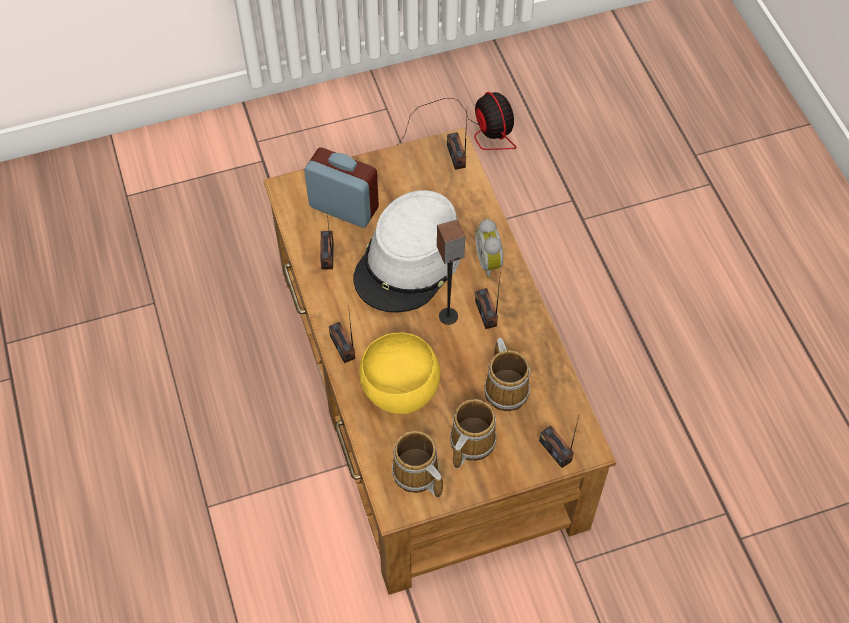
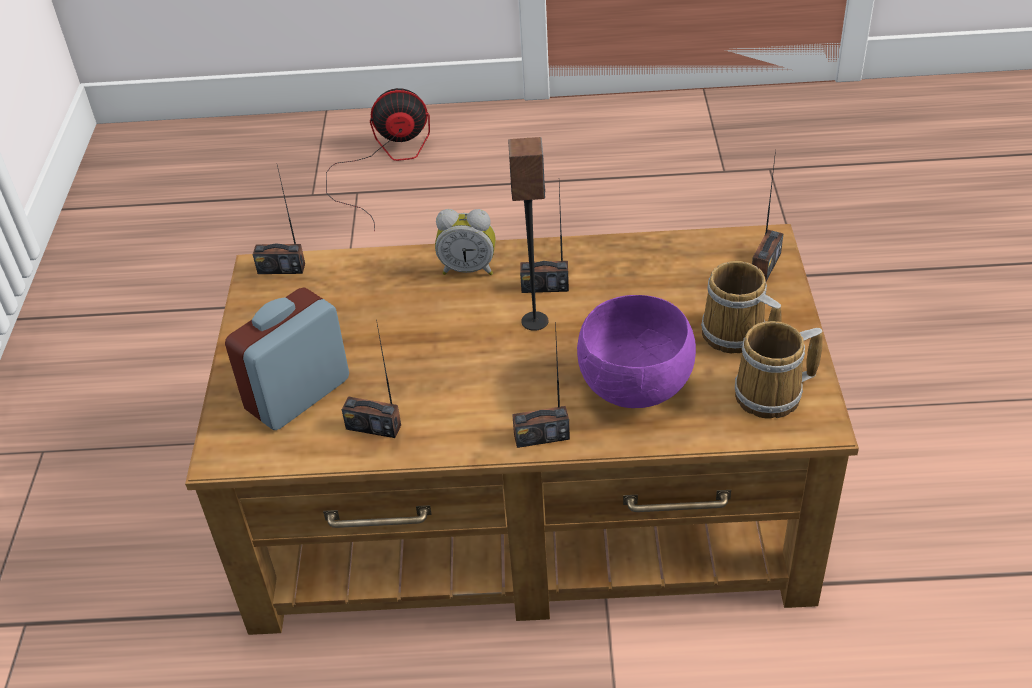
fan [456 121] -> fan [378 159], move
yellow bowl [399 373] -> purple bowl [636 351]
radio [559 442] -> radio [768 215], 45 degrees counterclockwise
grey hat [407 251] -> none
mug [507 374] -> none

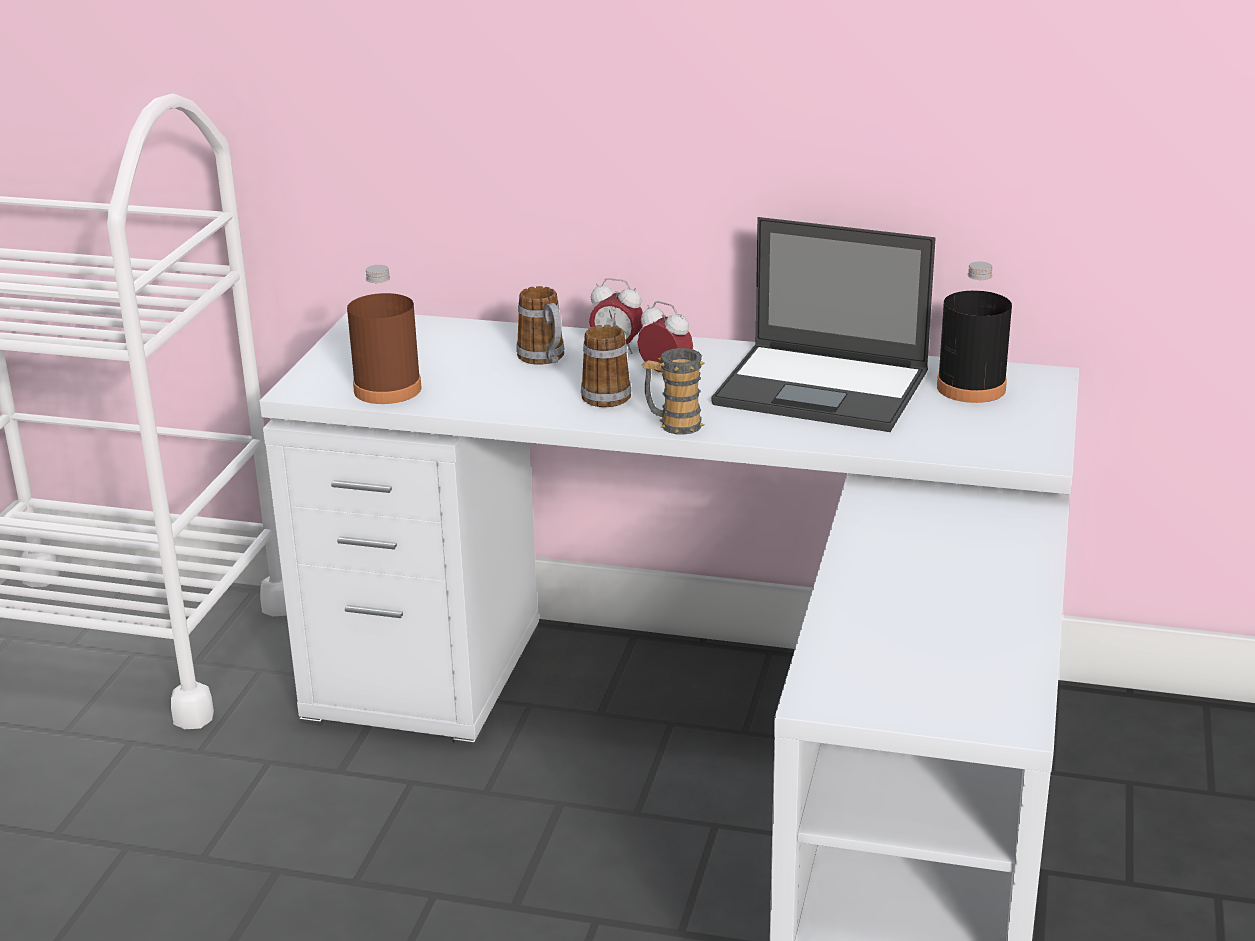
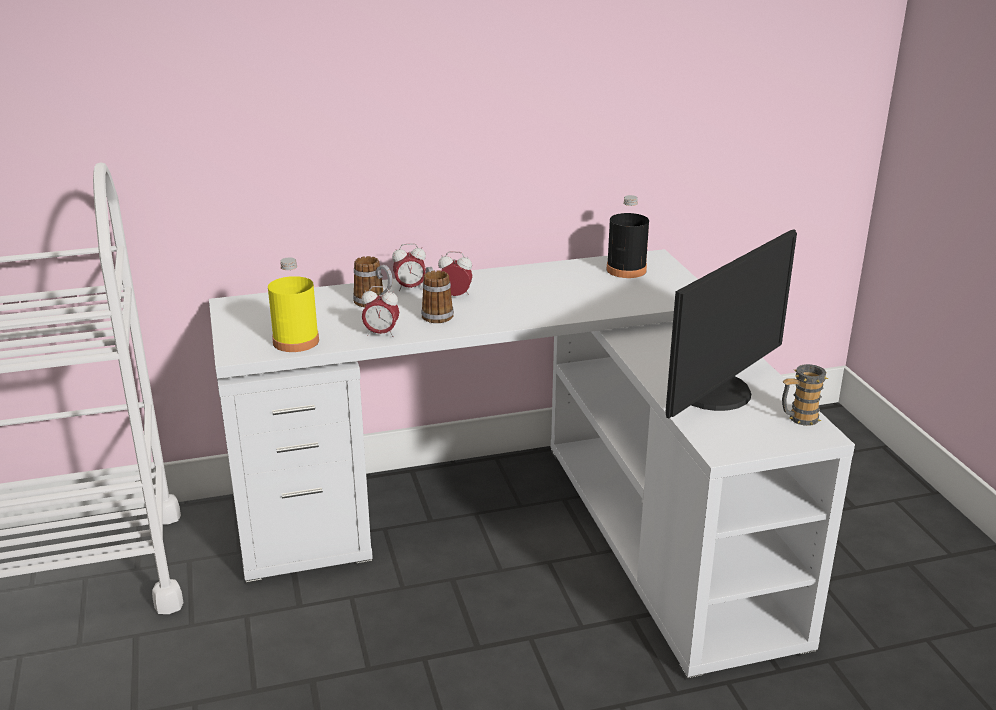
brown bottle [384 334] -> yellow bottle [293 304]
none -> alarm clock [380 311]
none -> monitor [731 323]
mug [673 391] -> mug [805 395], move
laptop [823 324] -> none

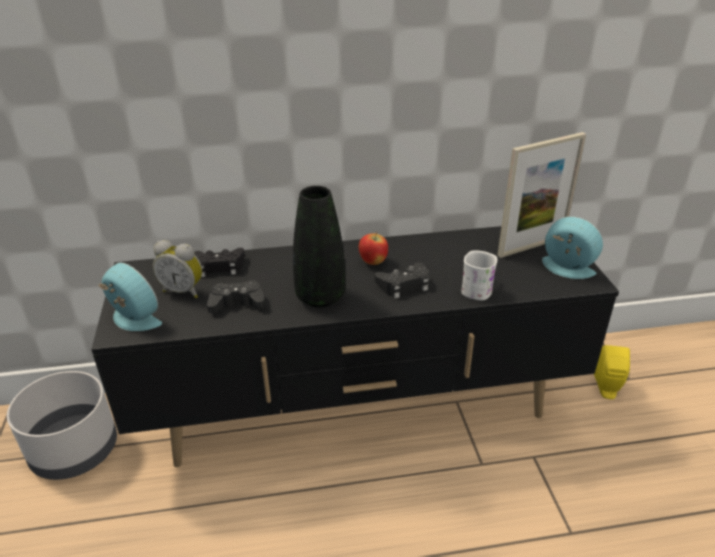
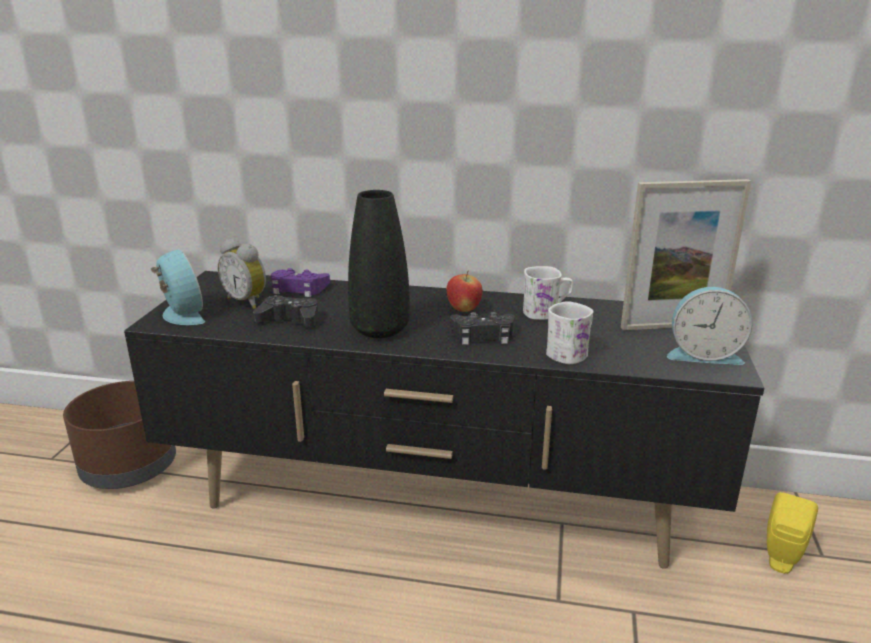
grey planter [62 425] -> brown planter [119 435]
black game controller [219 262] -> purple game controller [300 282]
none -> white mug [548 293]
alarm clock [572 248] -> alarm clock [709 326], 135 degrees clockwise

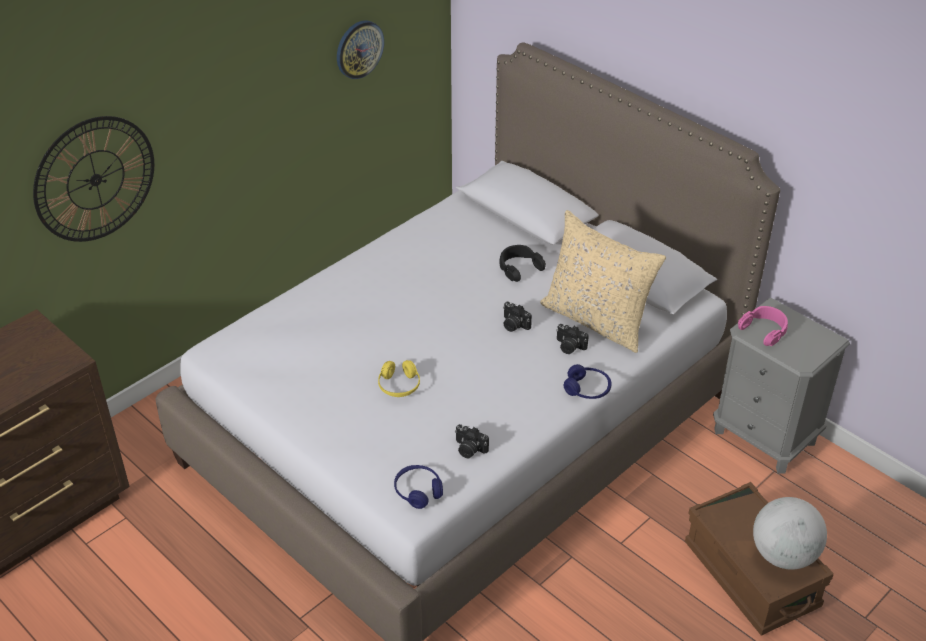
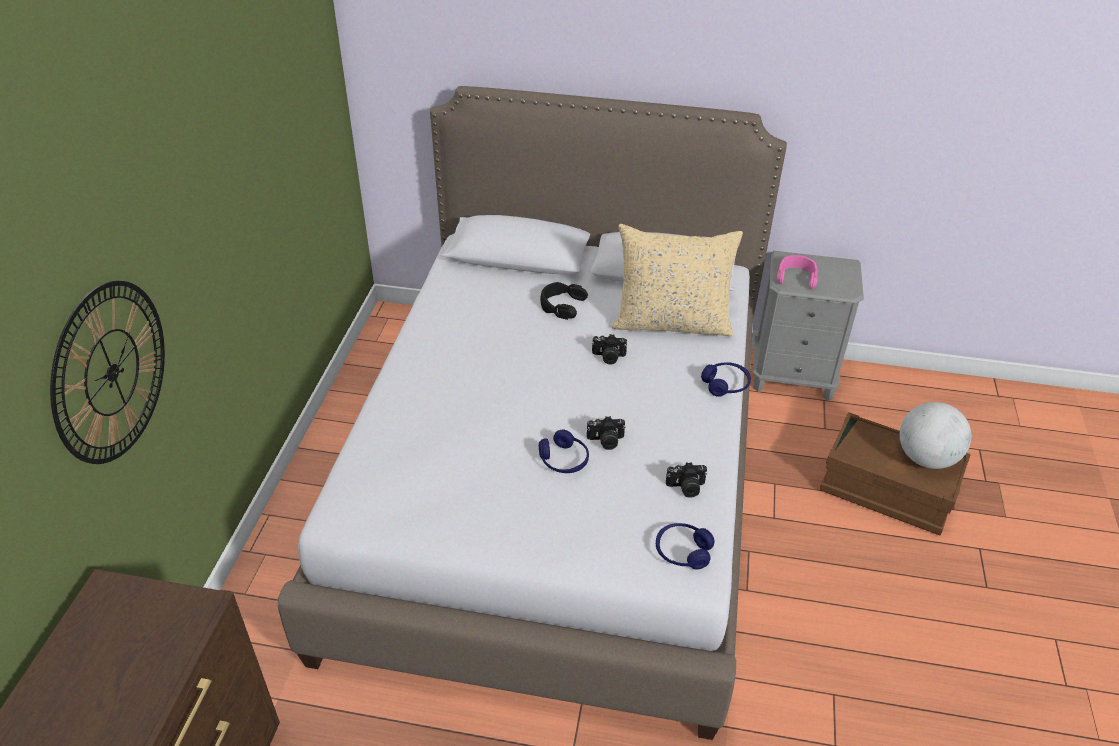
yellow headphones [399 378] -> blue headphones [564 451]
photo camera [572 339] -> photo camera [606 433], move
wall clock [360 49] -> none

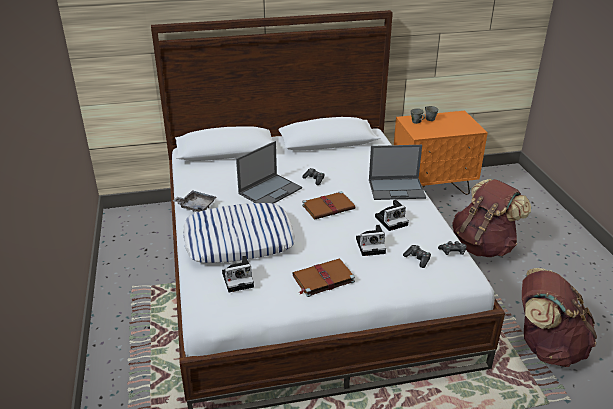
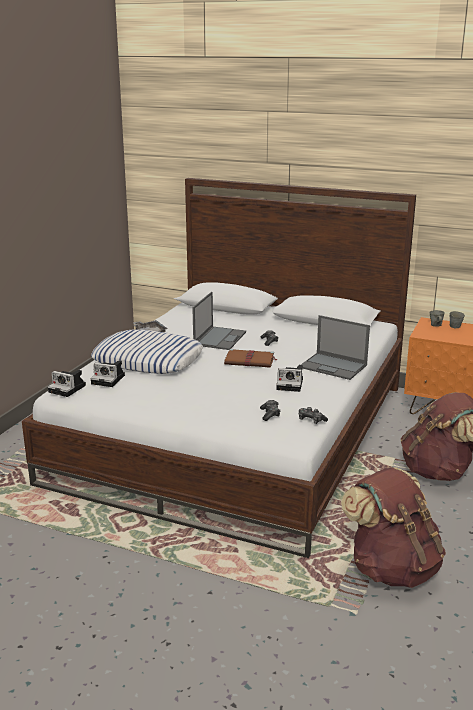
photo camera [371 240] -> photo camera [67 383], move
laptop [269 172] -> laptop [219 321], 60 degrees counterclockwise
brown book [324 278] -> none

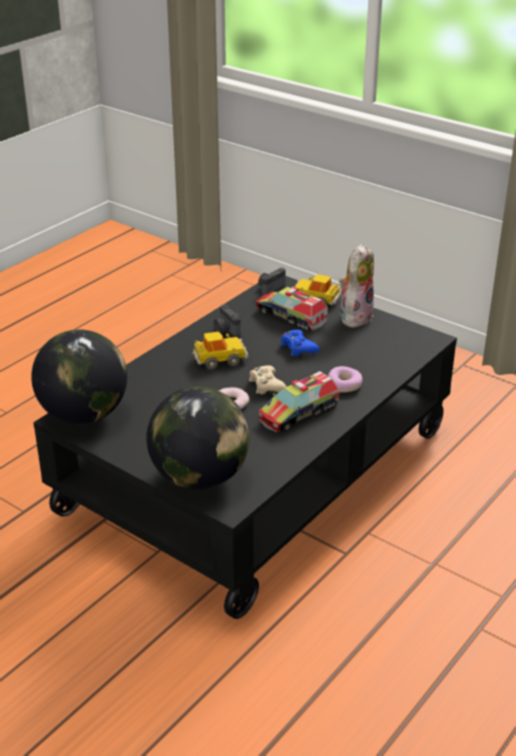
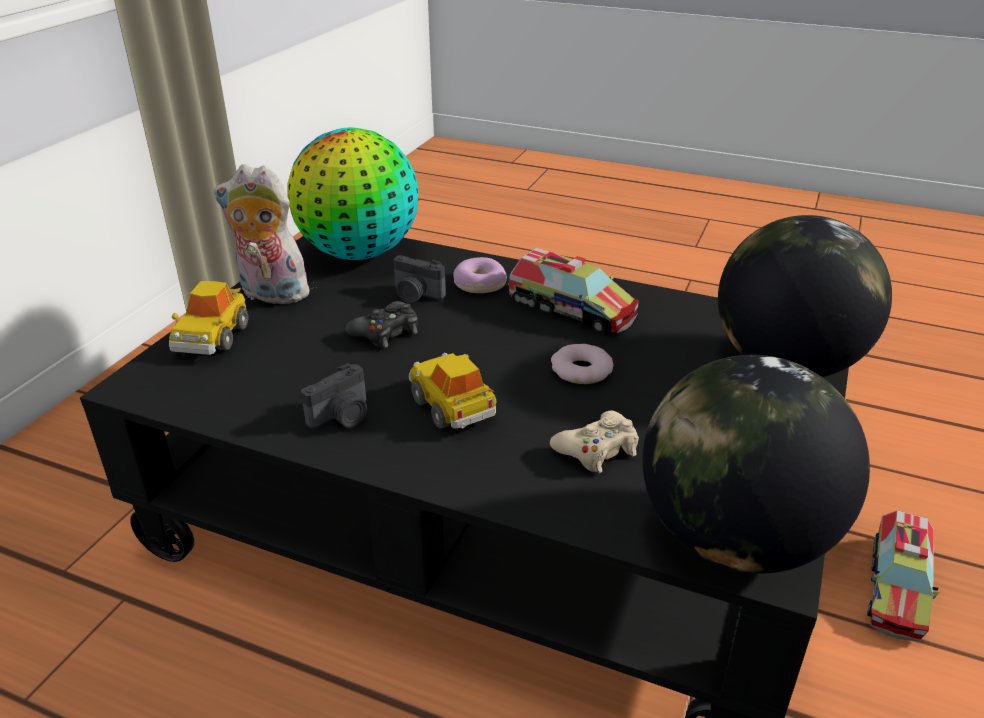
none -> globe [352 193]
blue game controller [300 342] -> black game controller [382 324]
photo camera [272 281] -> photo camera [420 279], move
beige game controller [268 379] -> beige game controller [594 442], move
toy truck [292 309] -> toy truck [903 576], move

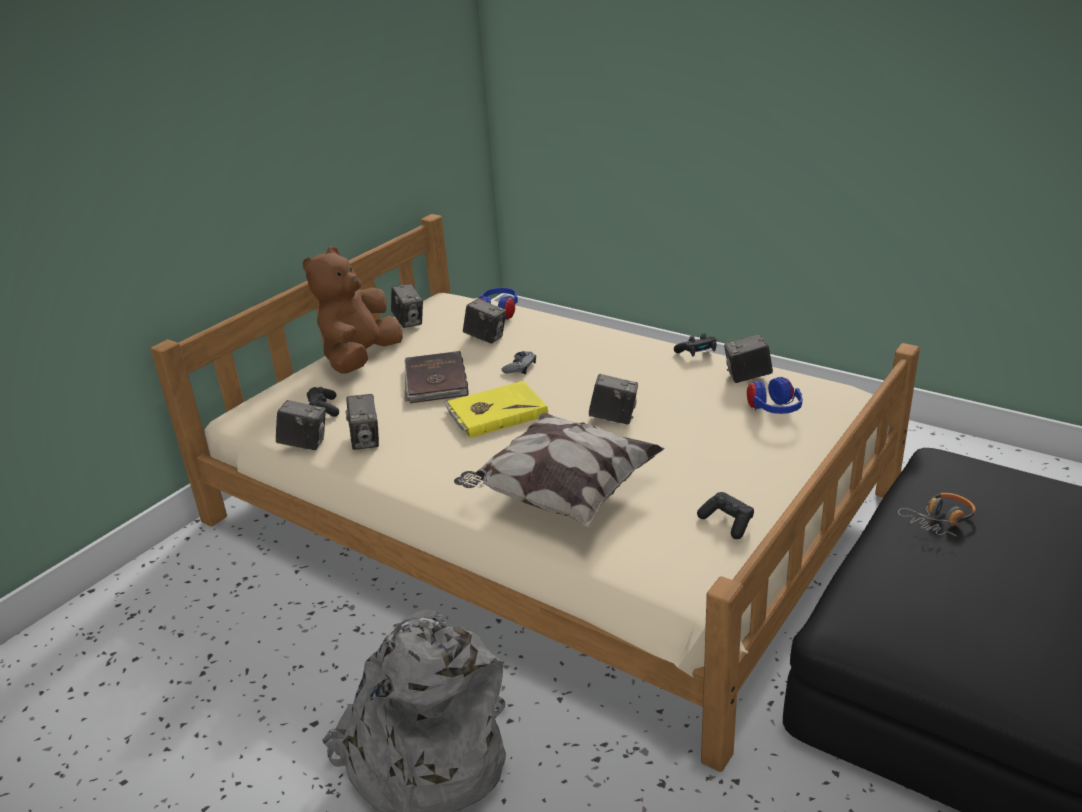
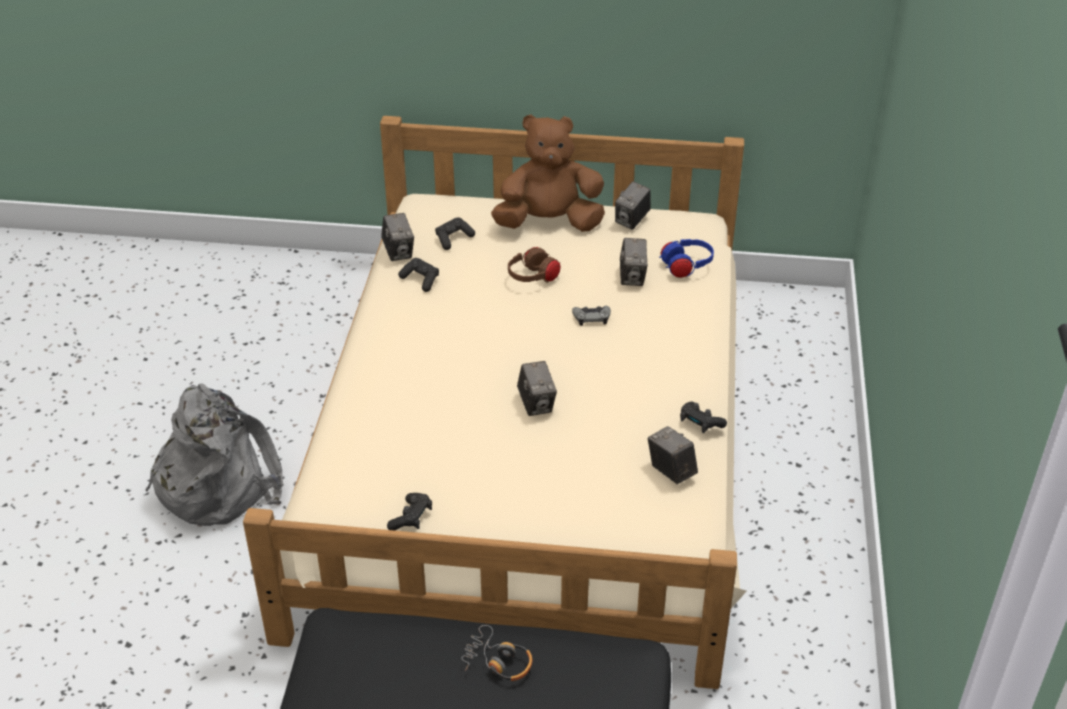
photo camera [362 422] -> black game controller [418 275]
brown book [436 377] -> brown headphones [534 265]
yellow book [496 409] -> none
pillow [559 470] -> none
blue headphones [775 395] -> none

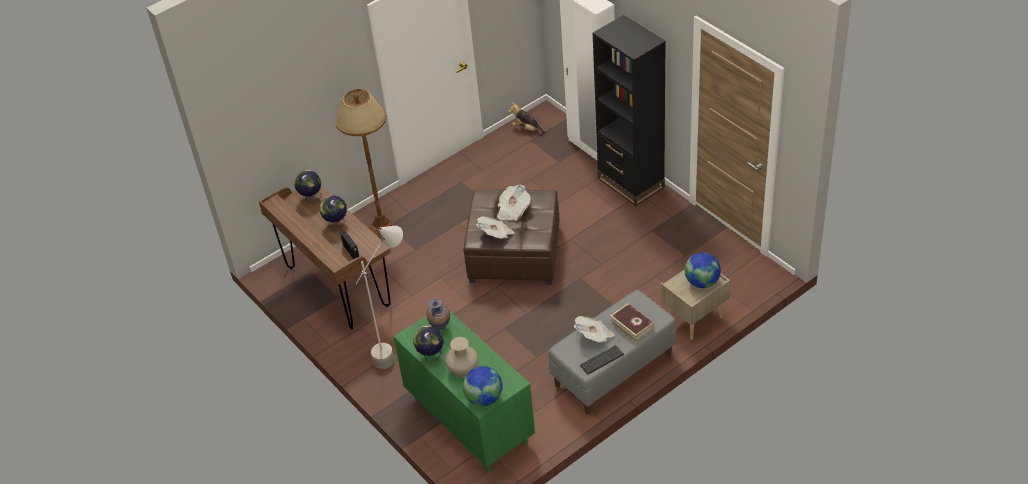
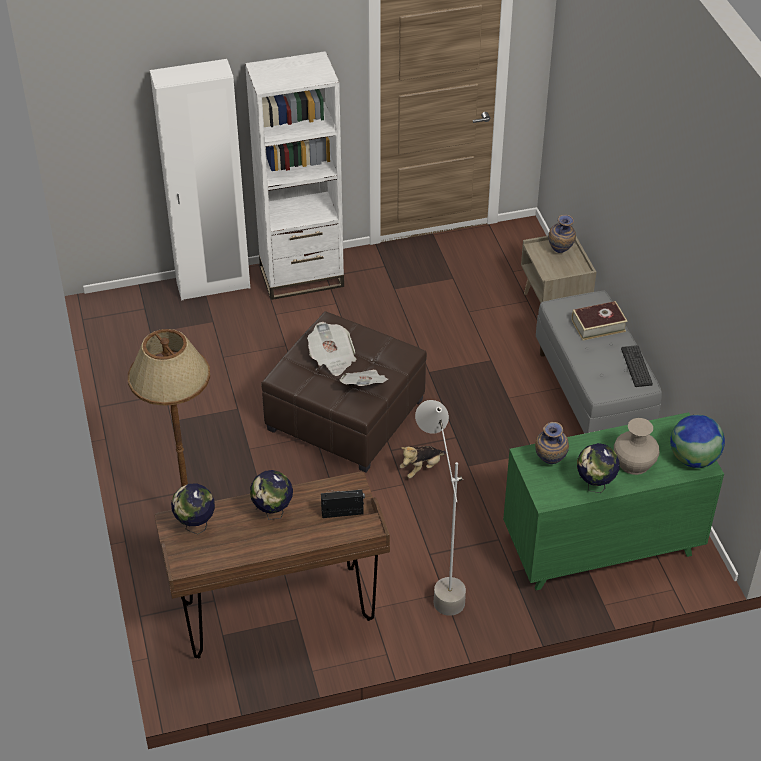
black bookcase [629 110] -> white bookcase [294 175]
plush toy [527 118] -> plush toy [423 462], move
globe [703 270] -> vase [562 234]
newspaper [594 329] -> none

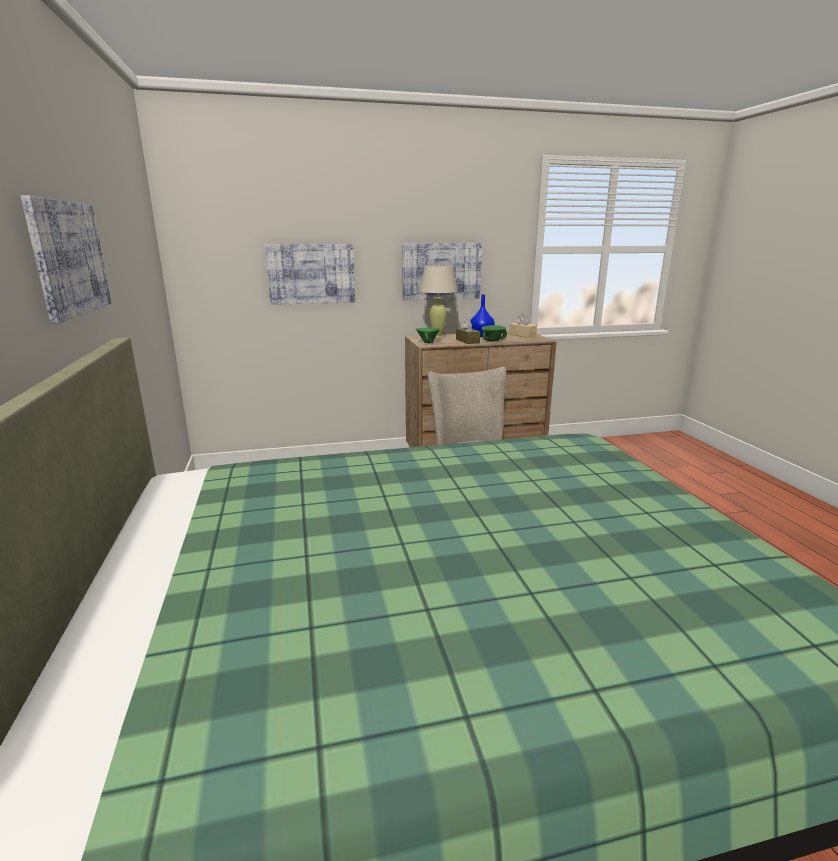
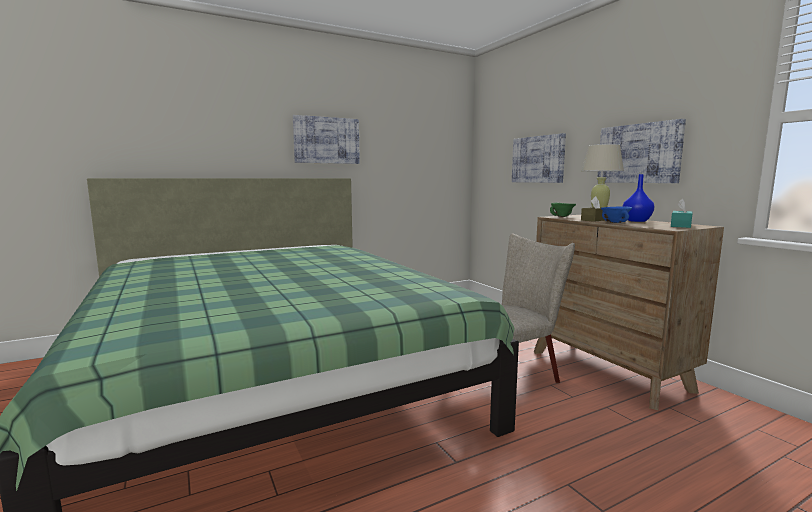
green bowl [494 333] -> blue bowl [616 214]
beige tissue box [523 326] -> turquoise tissue box [681 213]

